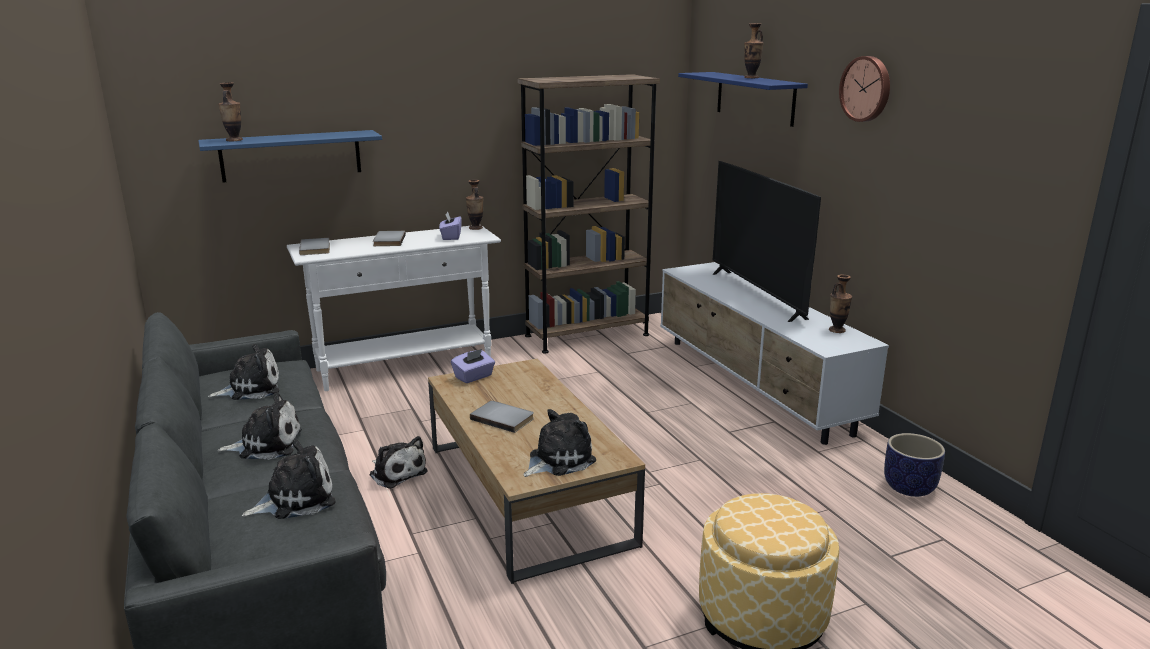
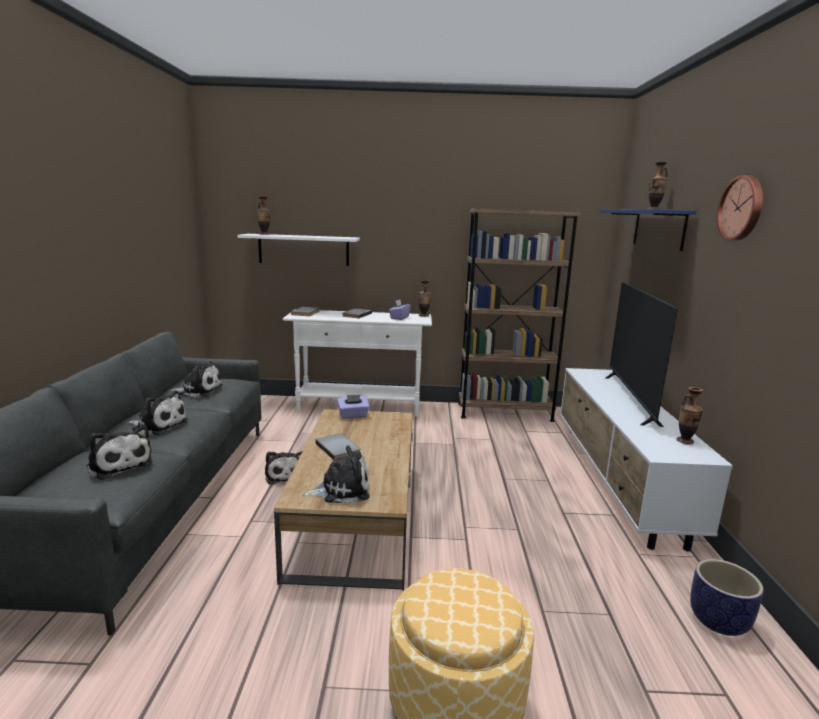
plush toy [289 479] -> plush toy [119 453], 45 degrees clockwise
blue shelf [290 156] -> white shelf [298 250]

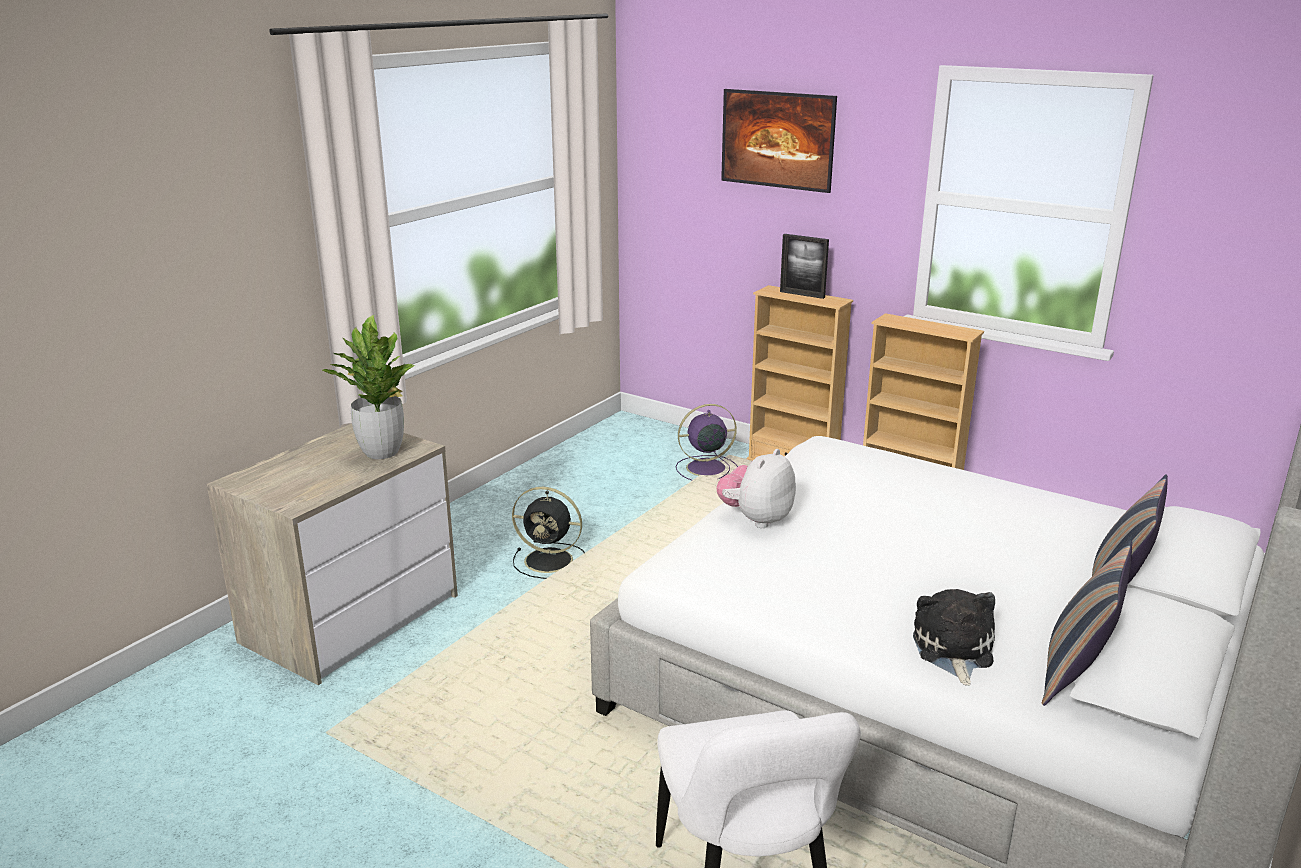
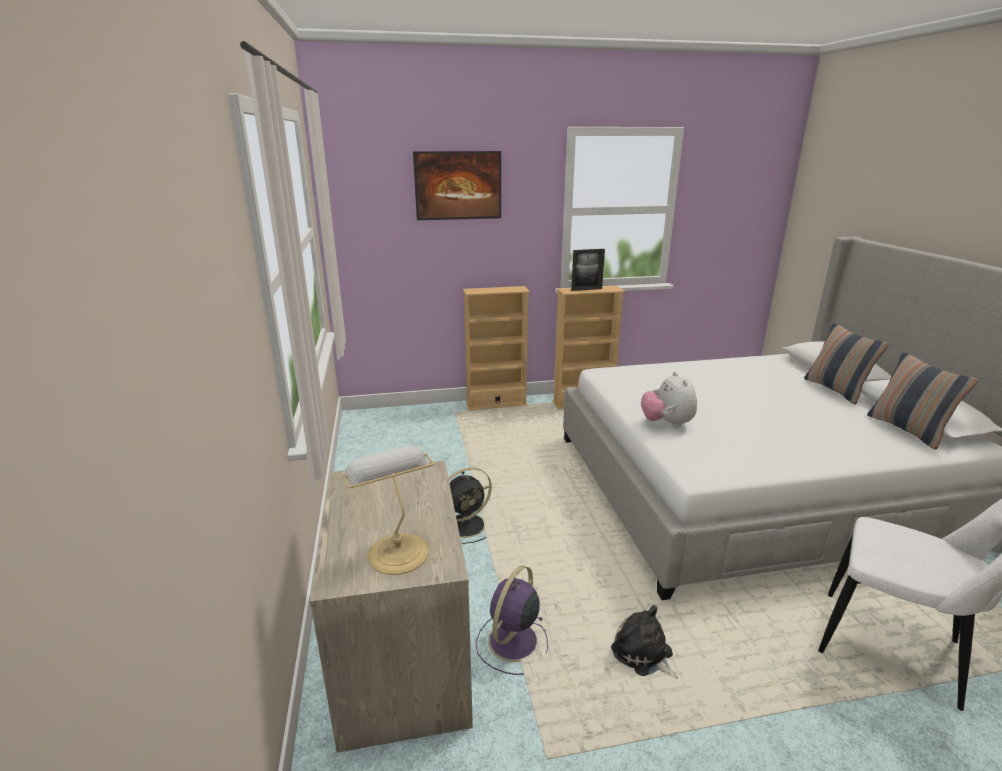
none -> table lamp [388 510]
purple fan [707 442] -> purple fan [512 620], move
picture frame [804 266] -> picture frame [588 270], move
plush toy [954 637] -> plush toy [644 642], move
potted plant [368 387] -> none

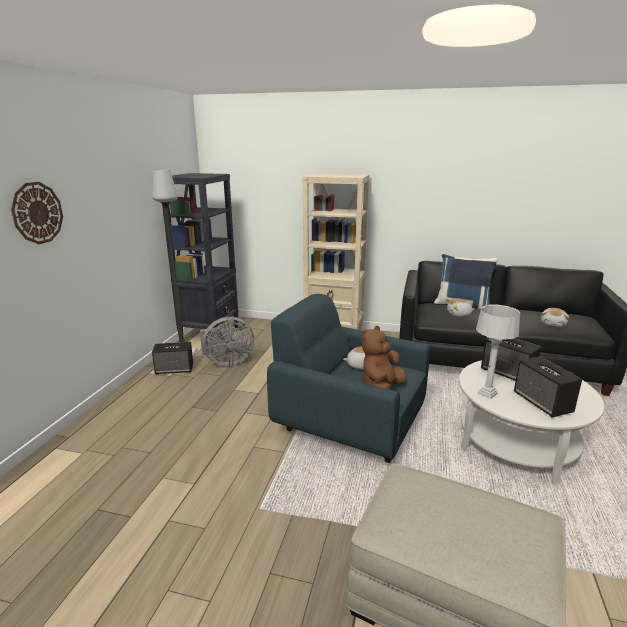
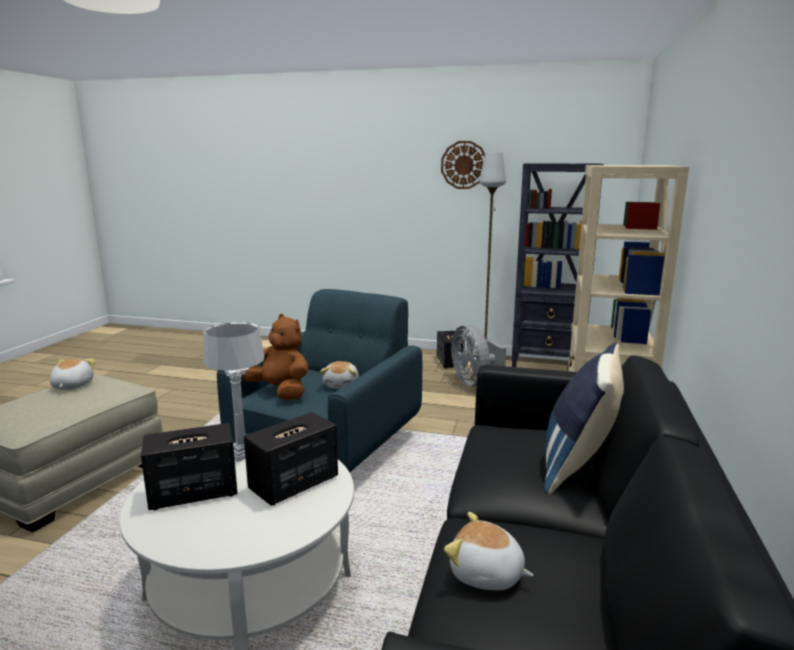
plush toy [460 307] -> plush toy [72 374], move
wall clock [37 213] -> wall clock [463 165], move

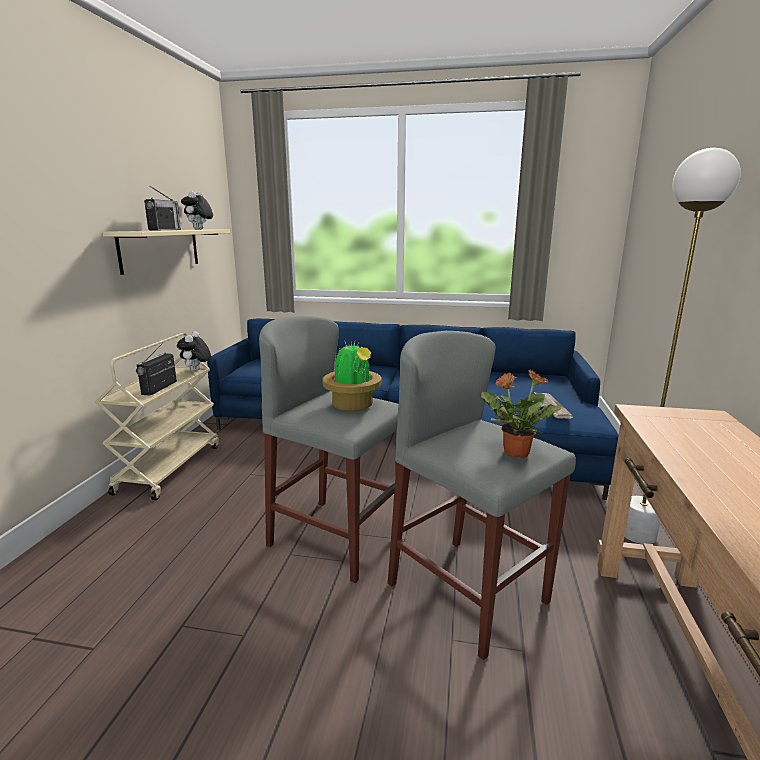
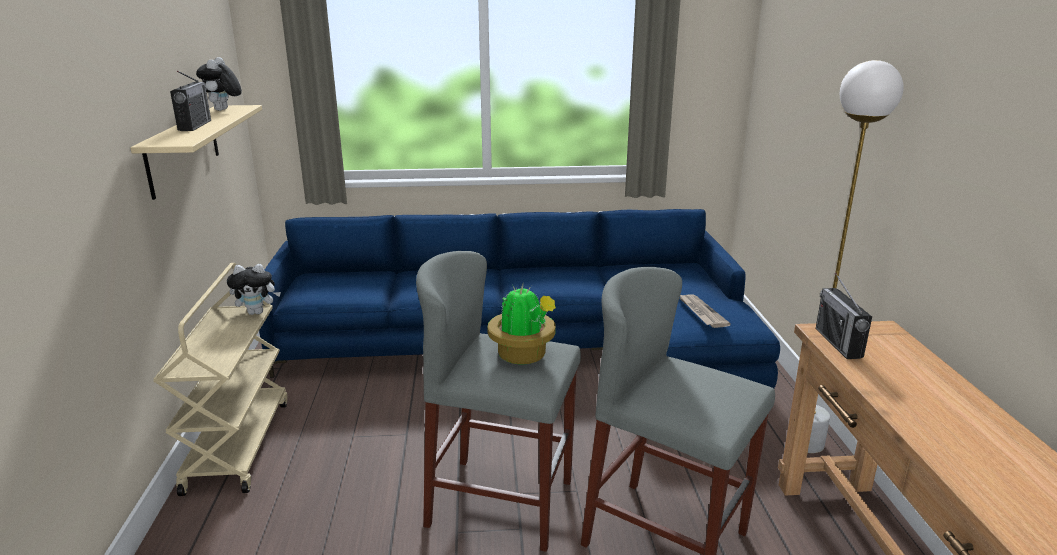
plush toy [194 351] -> plush toy [254 289], 90 degrees counterclockwise
radio [156 368] -> radio [844 316], move
potted plant [522 414] -> none

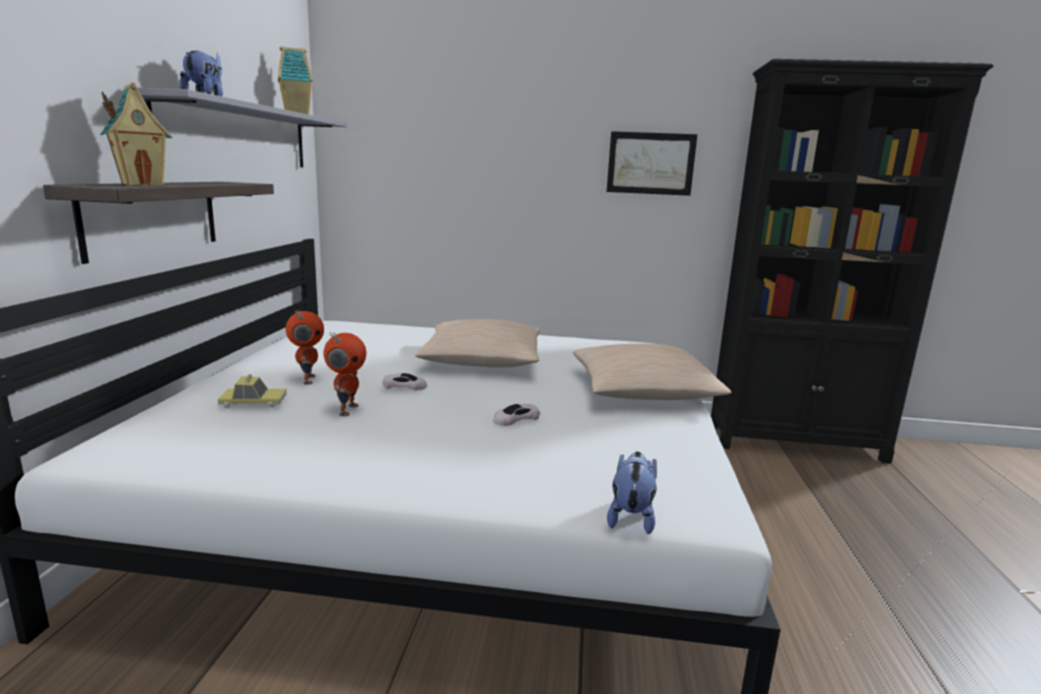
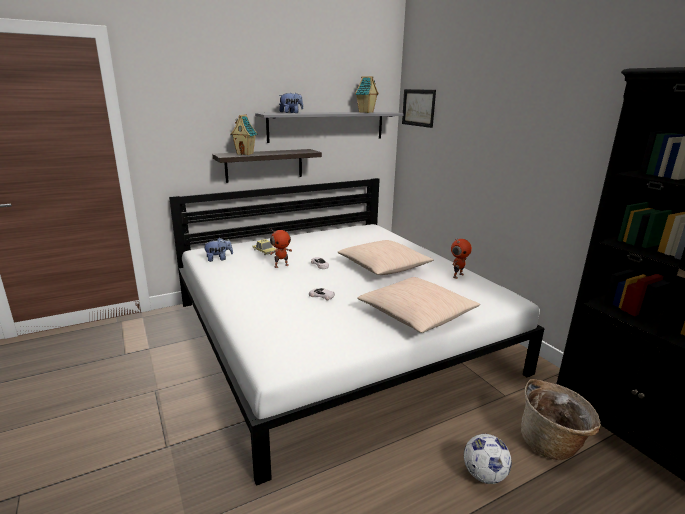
plush toy [632 493] -> plush toy [218 250], move
picture [652 163] -> picture [419 108], move
toy robot [305 347] -> toy robot [461 258], move
none -> football [488 459]
none -> basket [561 419]

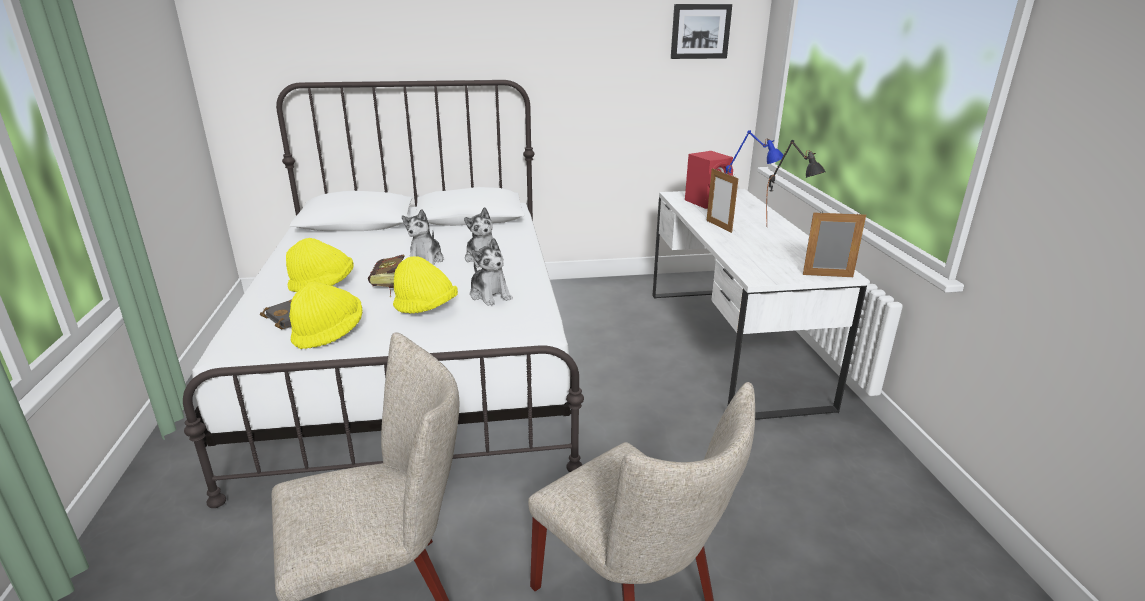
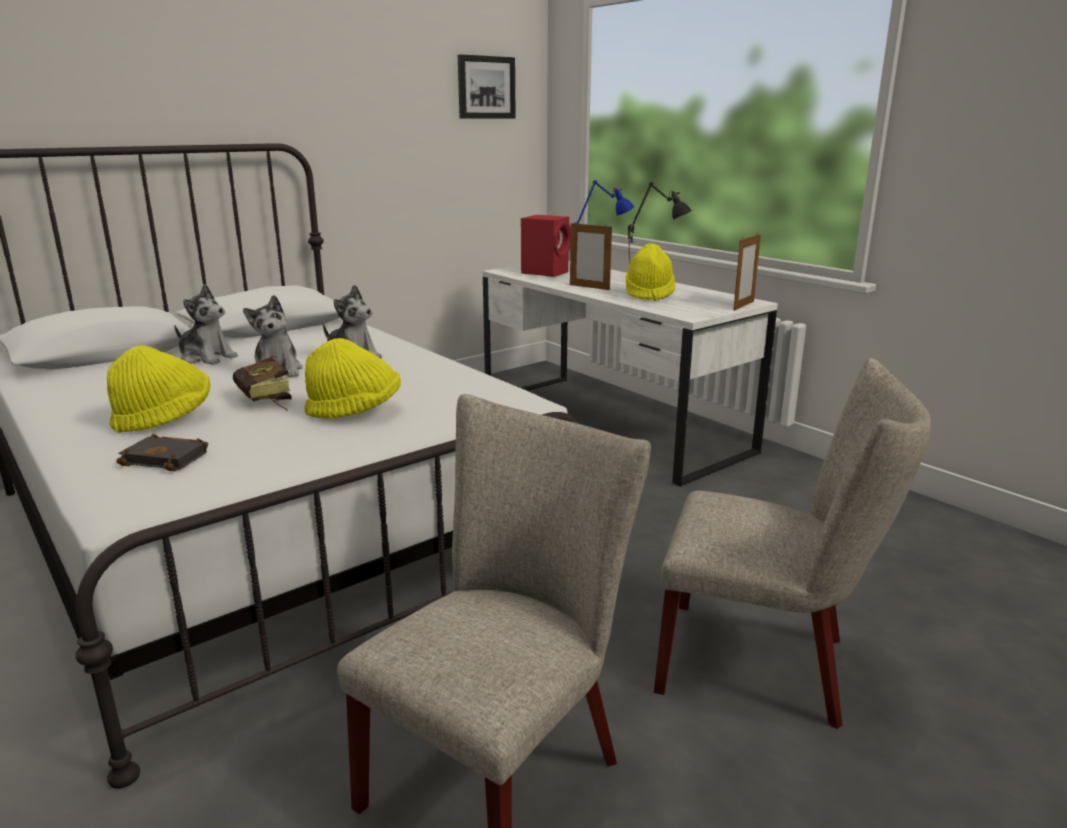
plush toy [491 272] -> plush toy [206 324], move
yellow hat [325 315] -> yellow hat [650 272], move
picture frame [834 244] -> picture frame [747 271], 150 degrees clockwise

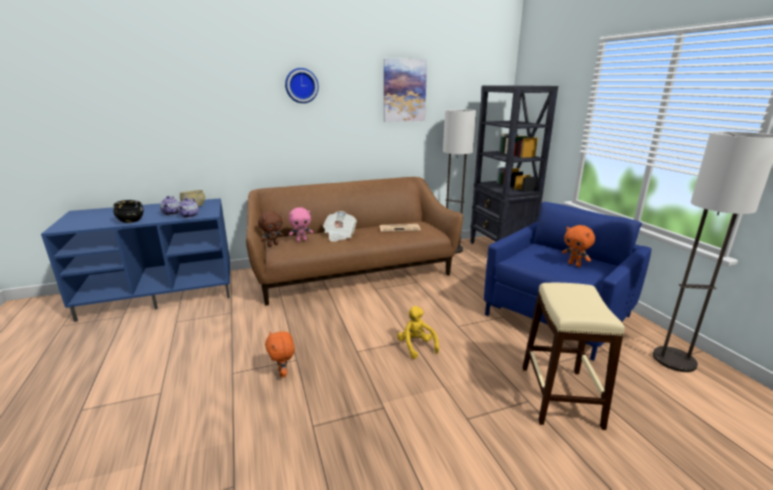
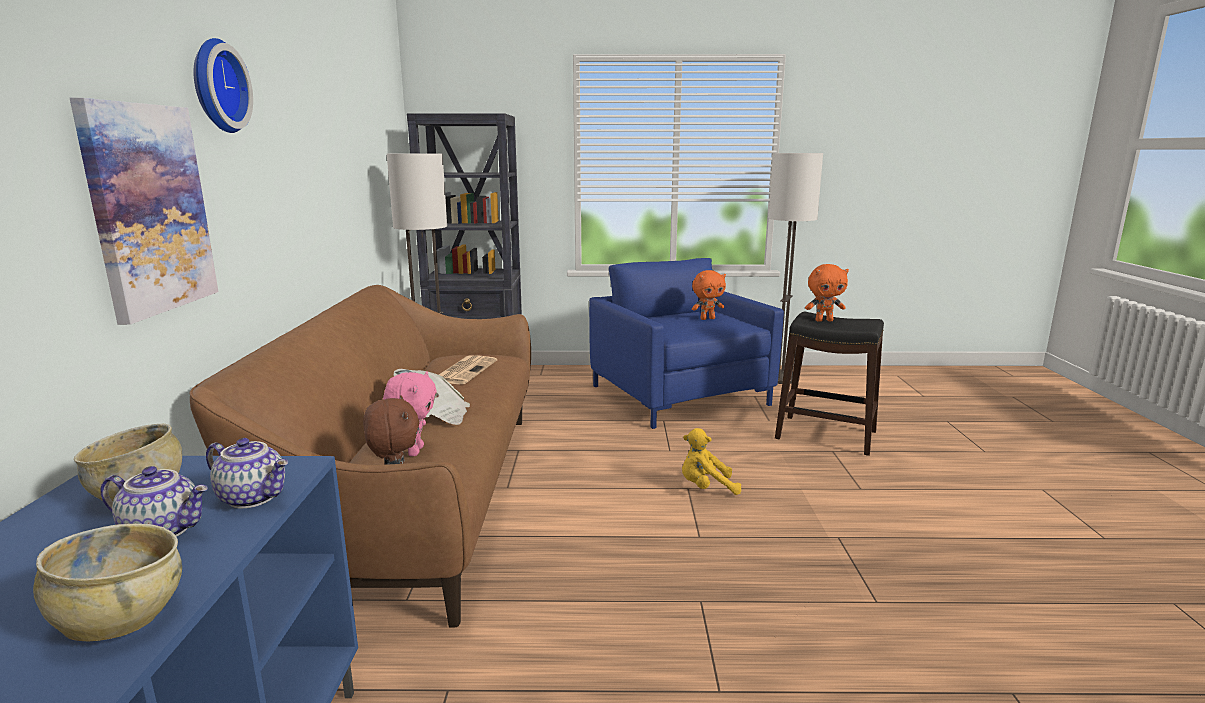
black bowl [128 211] -> beige bowl [107 582]
picture [405 90] -> picture [144 211], move
beige stool [573 356] -> black stool [829 384]
orange plush toy [280 354] -> orange plush toy [827 293], move

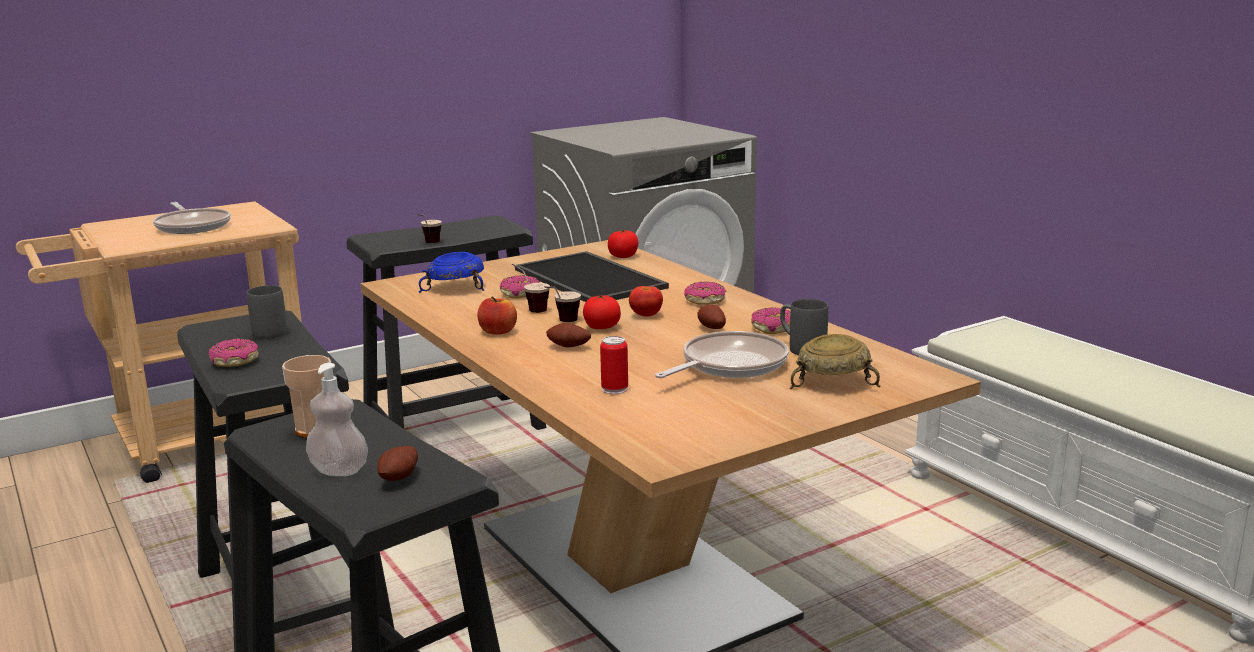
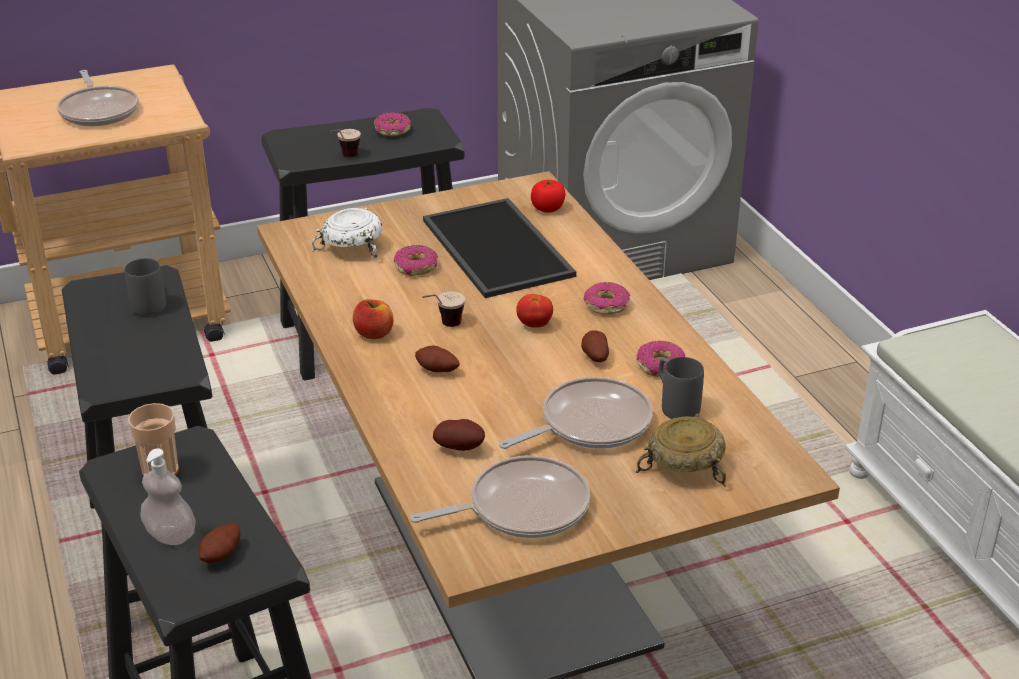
blue bowl [451 272] -> white bowl [347 234]
donut [234 352] -> donut [392 124], move
none -> frying pan [500 496]
can [614 365] -> potato [459 435]
cup [531 288] -> none
tomato [602 311] -> none

